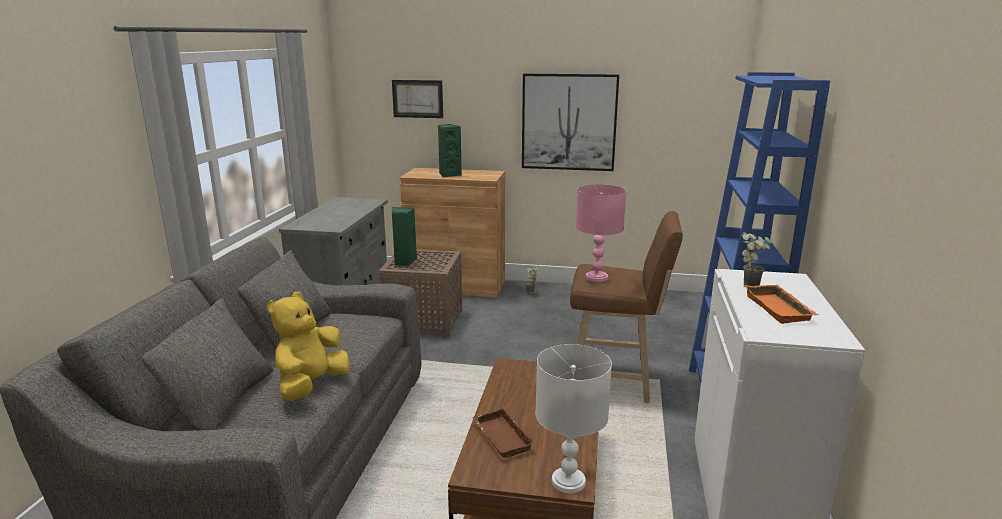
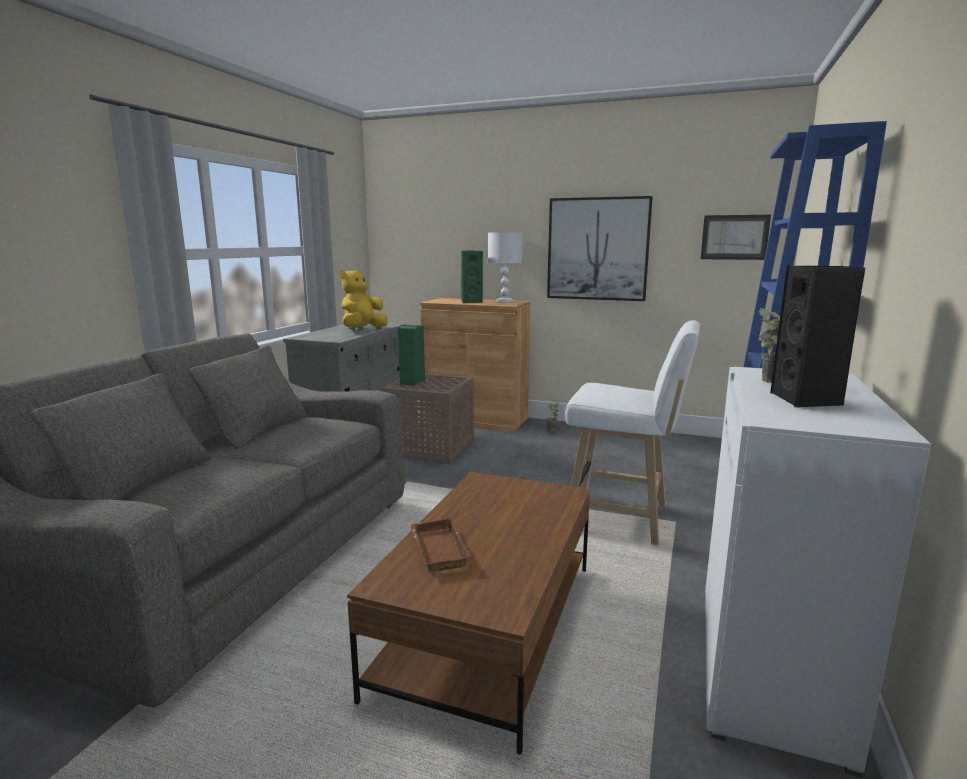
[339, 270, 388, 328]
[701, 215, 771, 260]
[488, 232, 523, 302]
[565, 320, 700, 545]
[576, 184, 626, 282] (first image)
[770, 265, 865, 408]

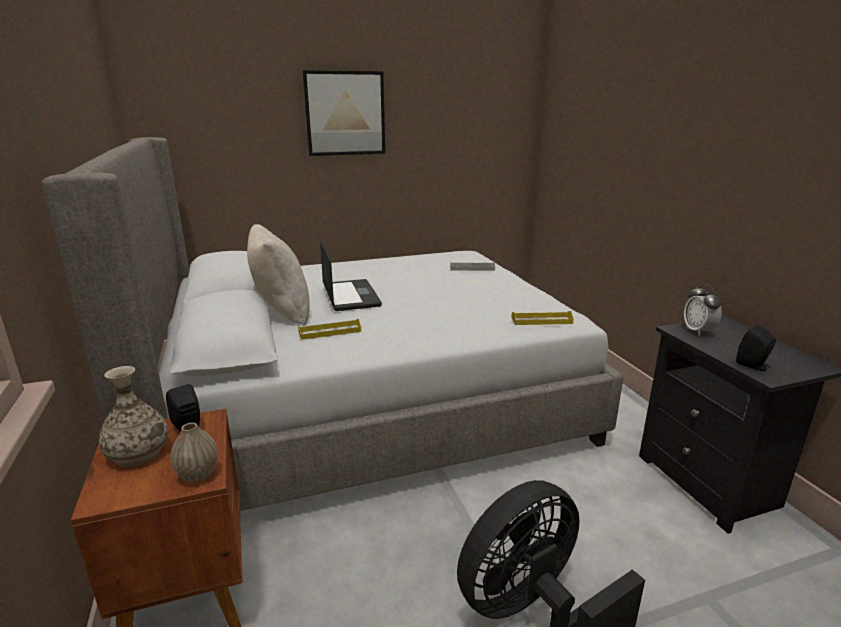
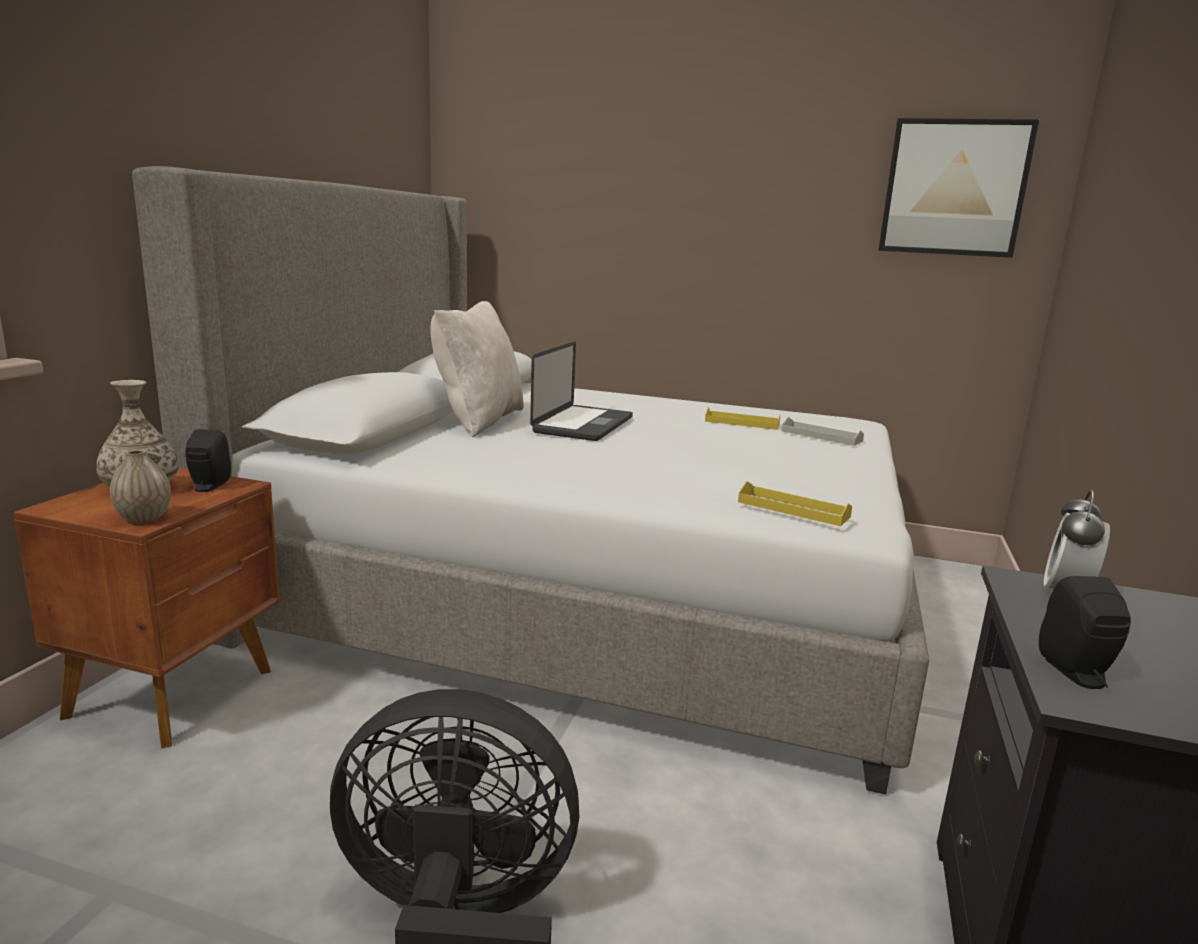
[705, 407, 780, 430]
[878, 118, 1039, 258]

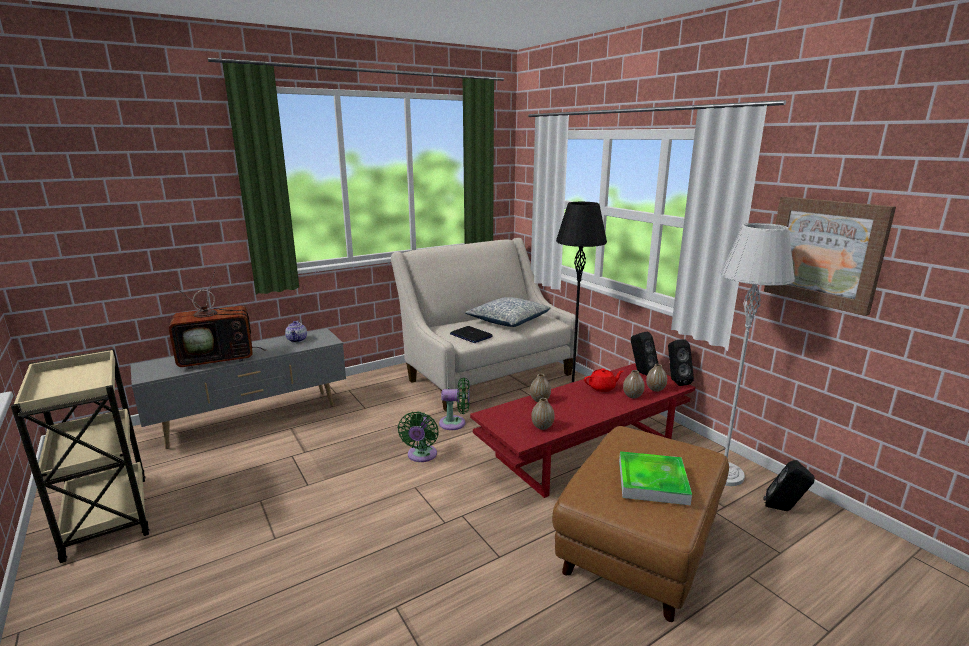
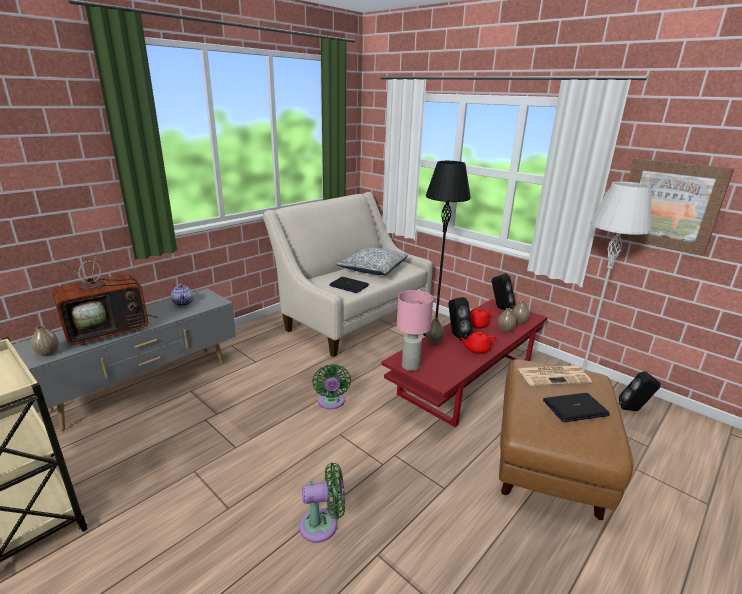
[299, 462, 345, 543]
[31, 326, 59, 356]
[543, 393, 610, 422]
[448, 297, 473, 340]
[397, 290, 433, 371]
[460, 332, 496, 354]
[518, 365, 592, 386]

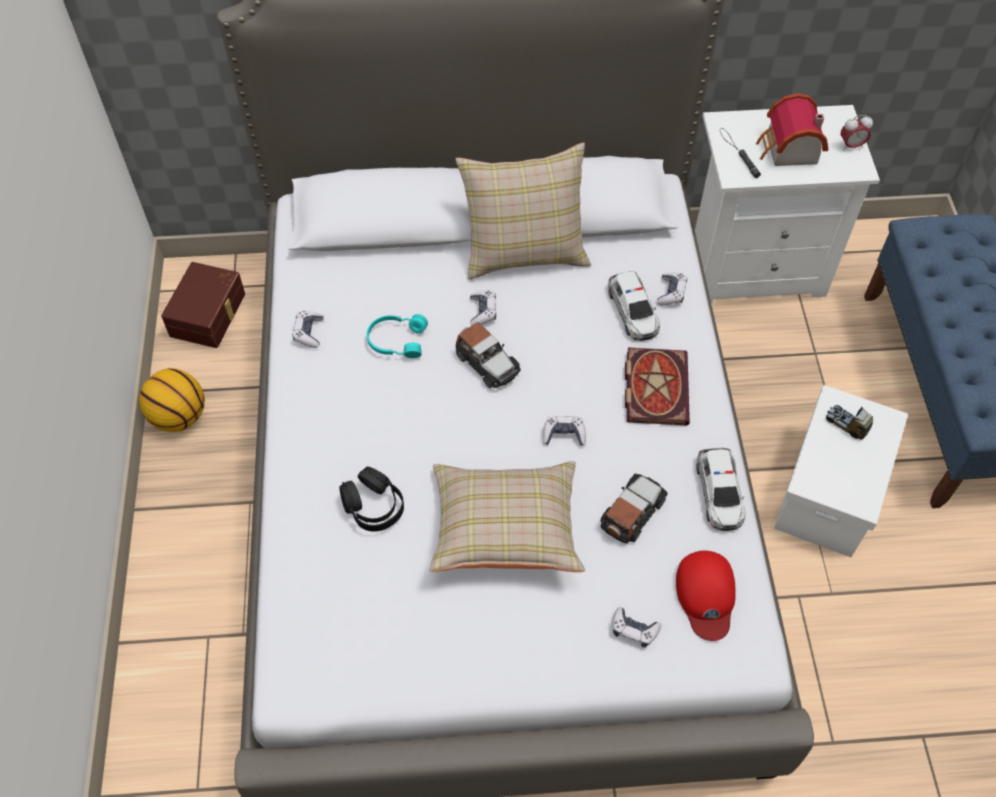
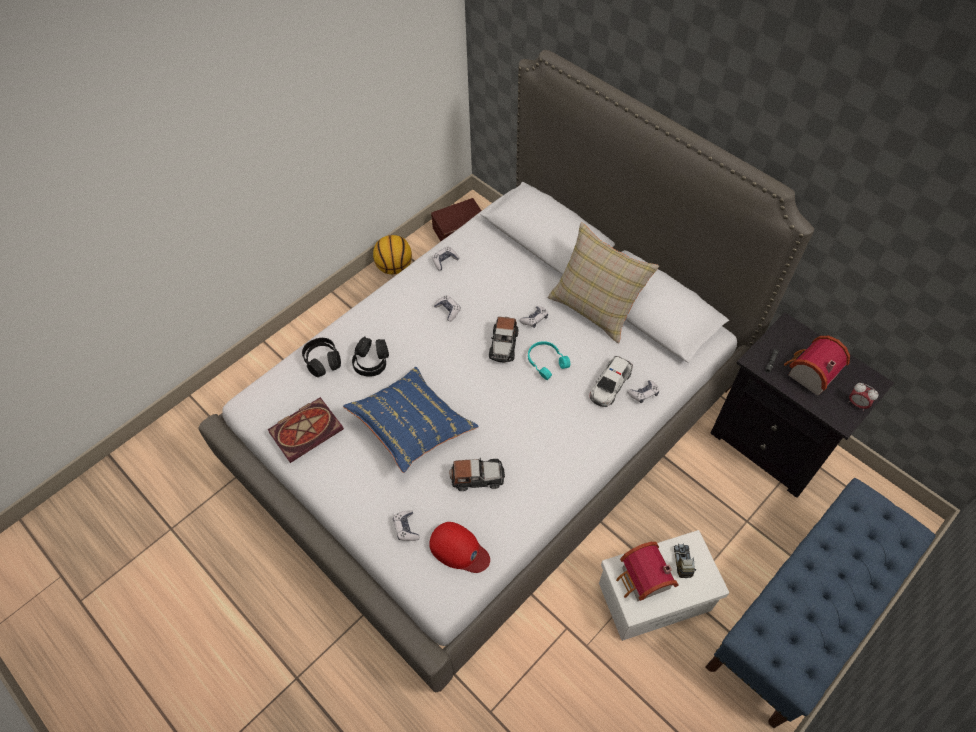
[528, 341, 570, 380]
[343, 367, 479, 473]
[433, 295, 461, 322]
[267, 397, 344, 463]
[429, 522, 490, 573]
[710, 313, 894, 498]
[696, 448, 746, 531] (first image)
[302, 338, 341, 377]
[616, 542, 679, 601]

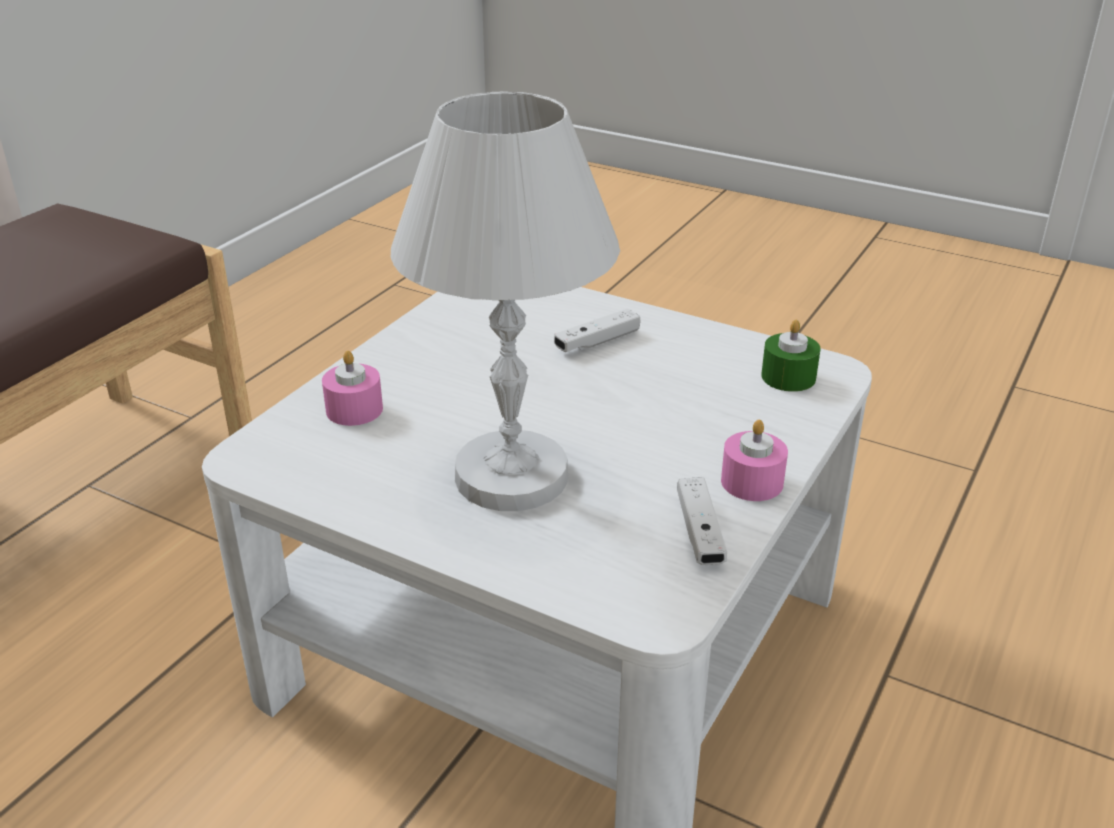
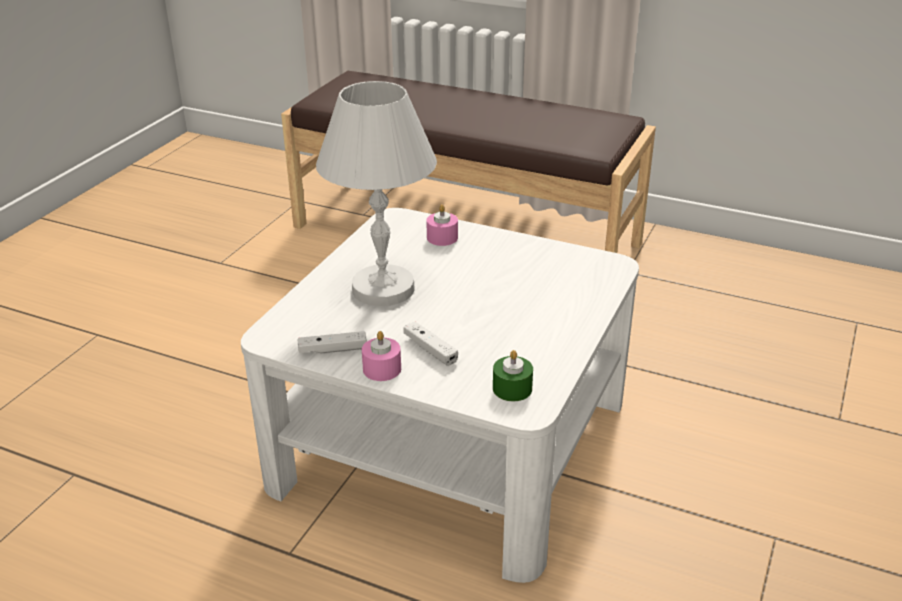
[403, 322, 458, 366]

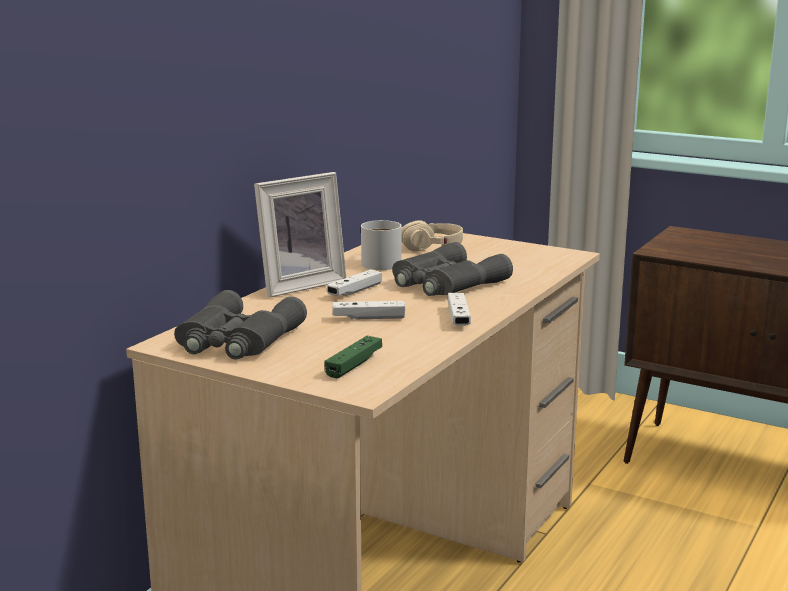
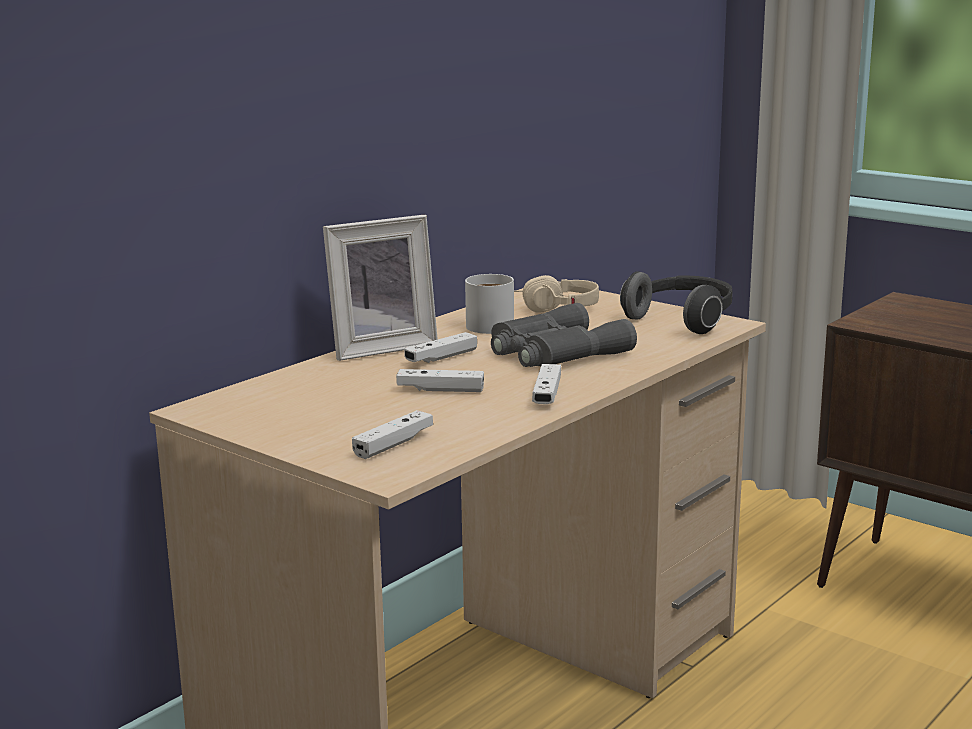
[174, 290, 307, 360] (first image)
[352, 410, 433, 459]
[620, 272, 732, 334]

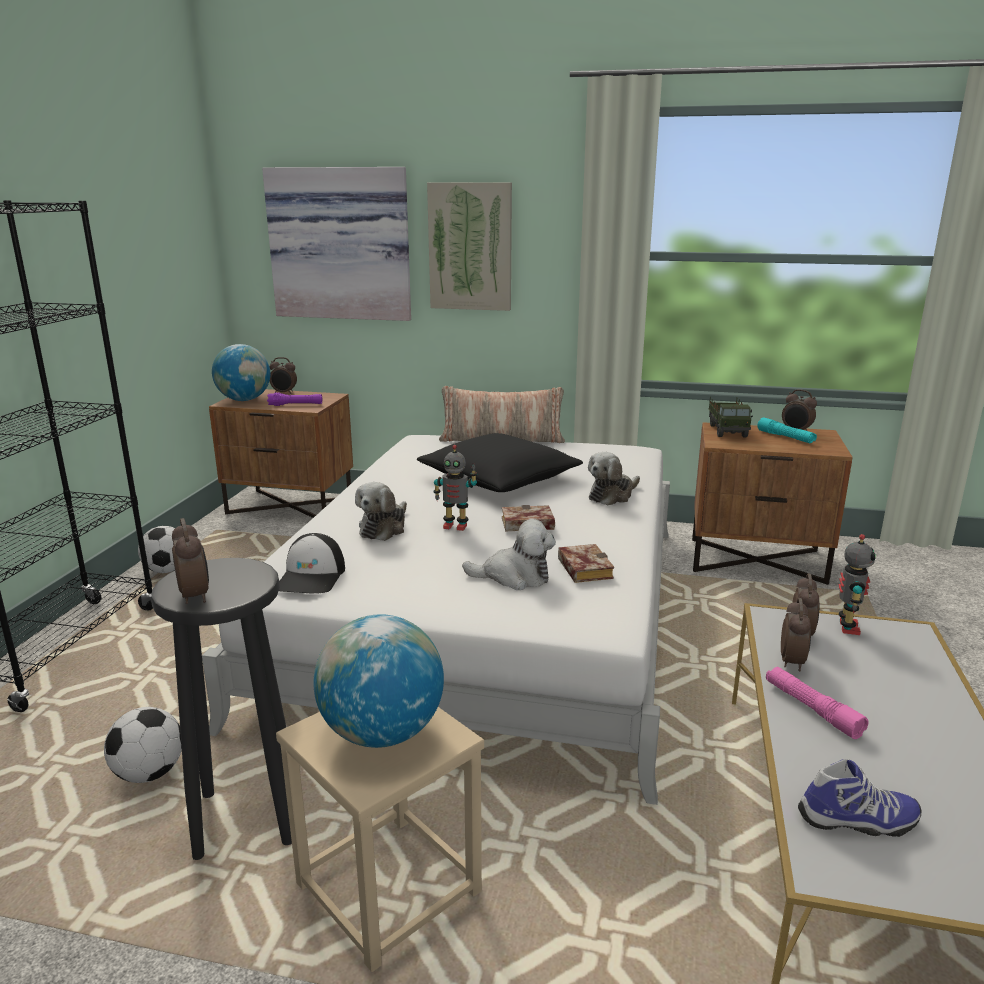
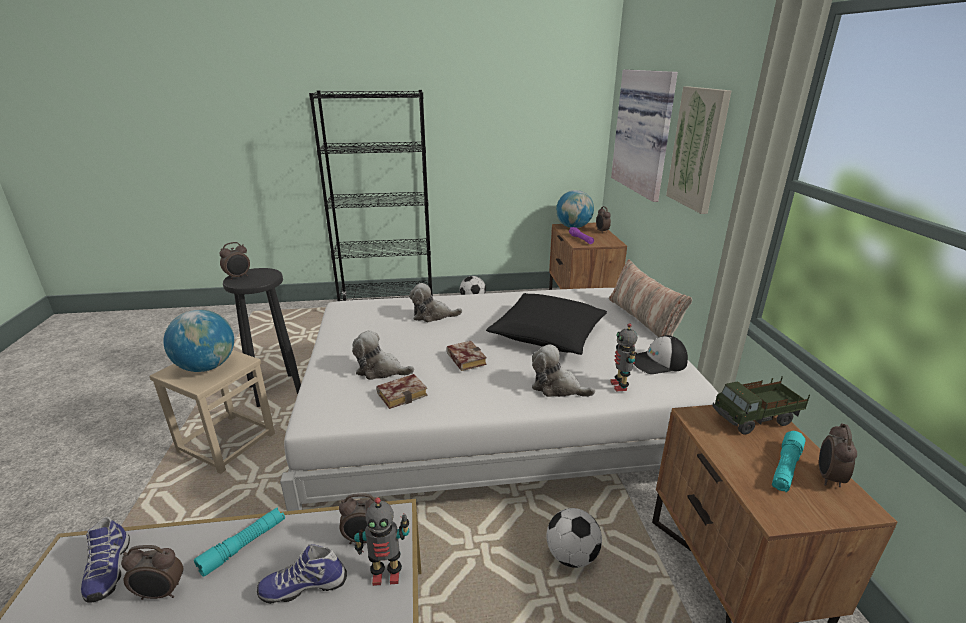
[546, 508, 602, 568]
[634, 335, 688, 374]
[610, 323, 637, 392]
[352, 331, 414, 380]
[194, 507, 285, 577]
[121, 545, 183, 600]
[257, 544, 347, 604]

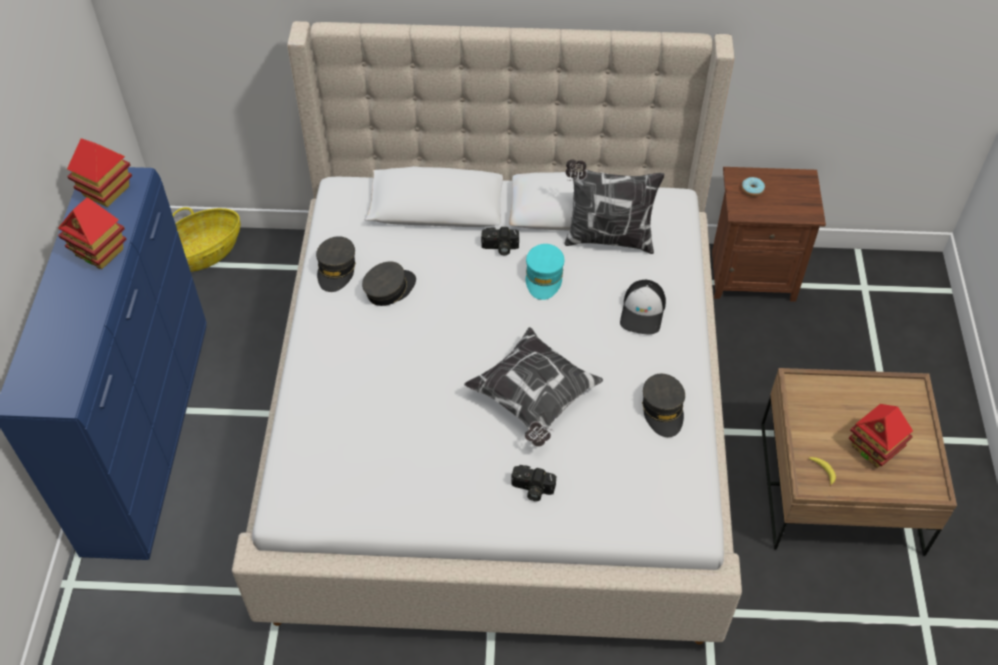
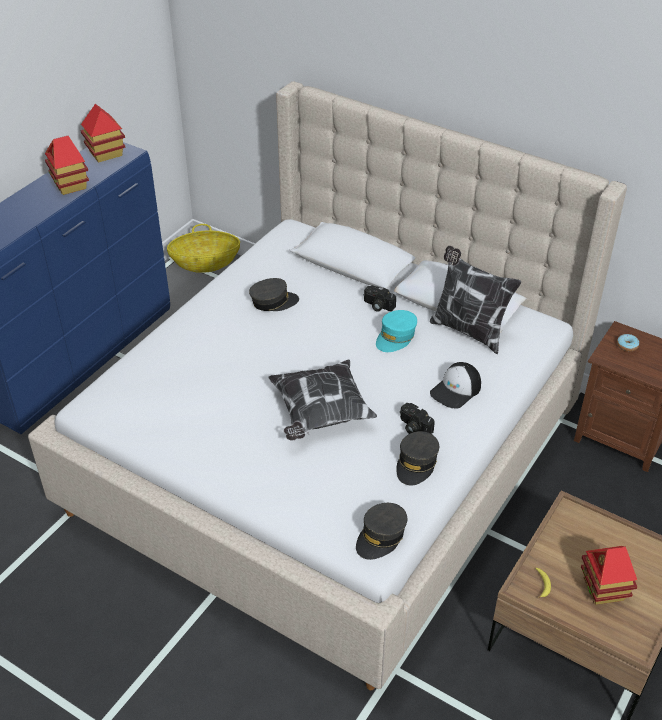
[356, 503, 407, 560]
[400, 403, 435, 434]

